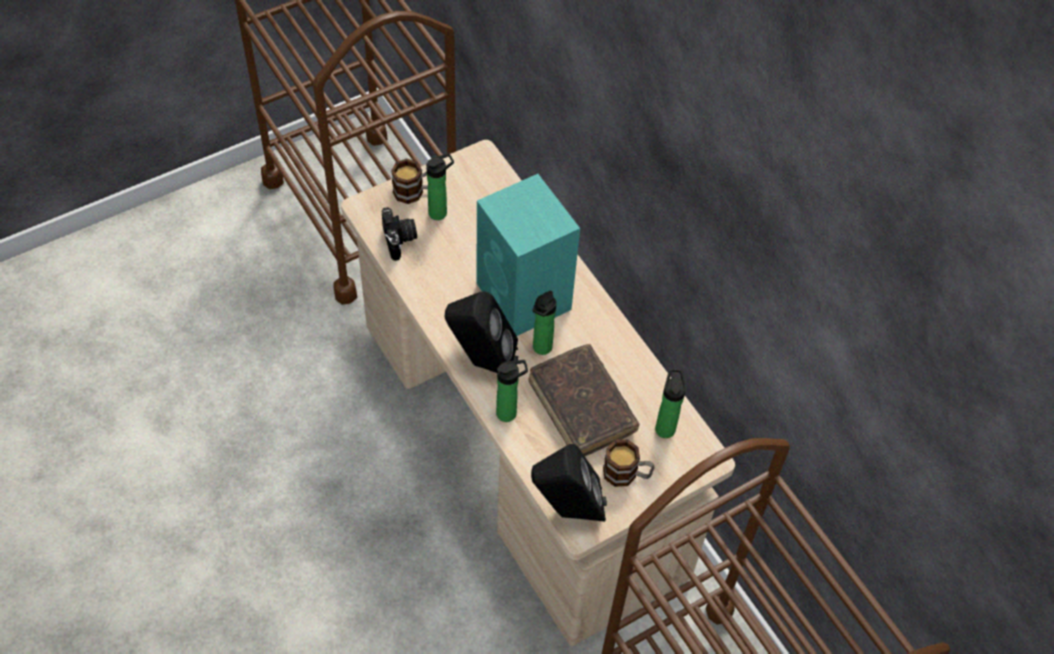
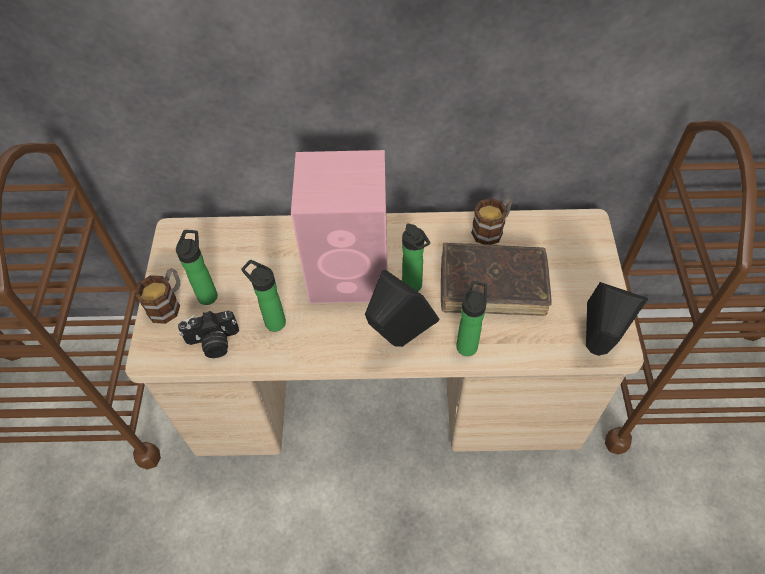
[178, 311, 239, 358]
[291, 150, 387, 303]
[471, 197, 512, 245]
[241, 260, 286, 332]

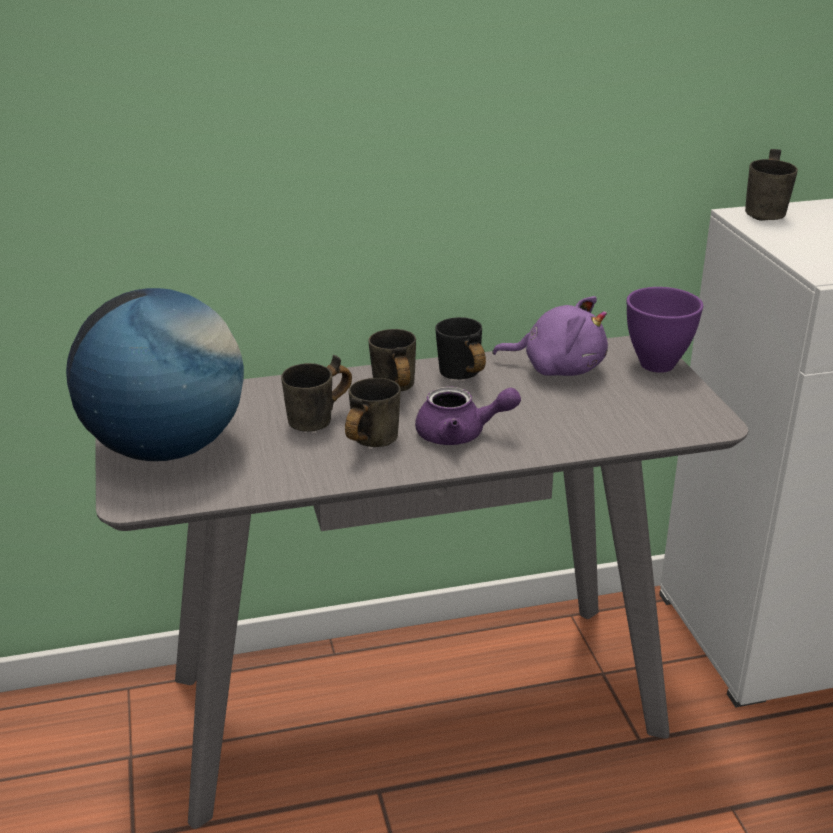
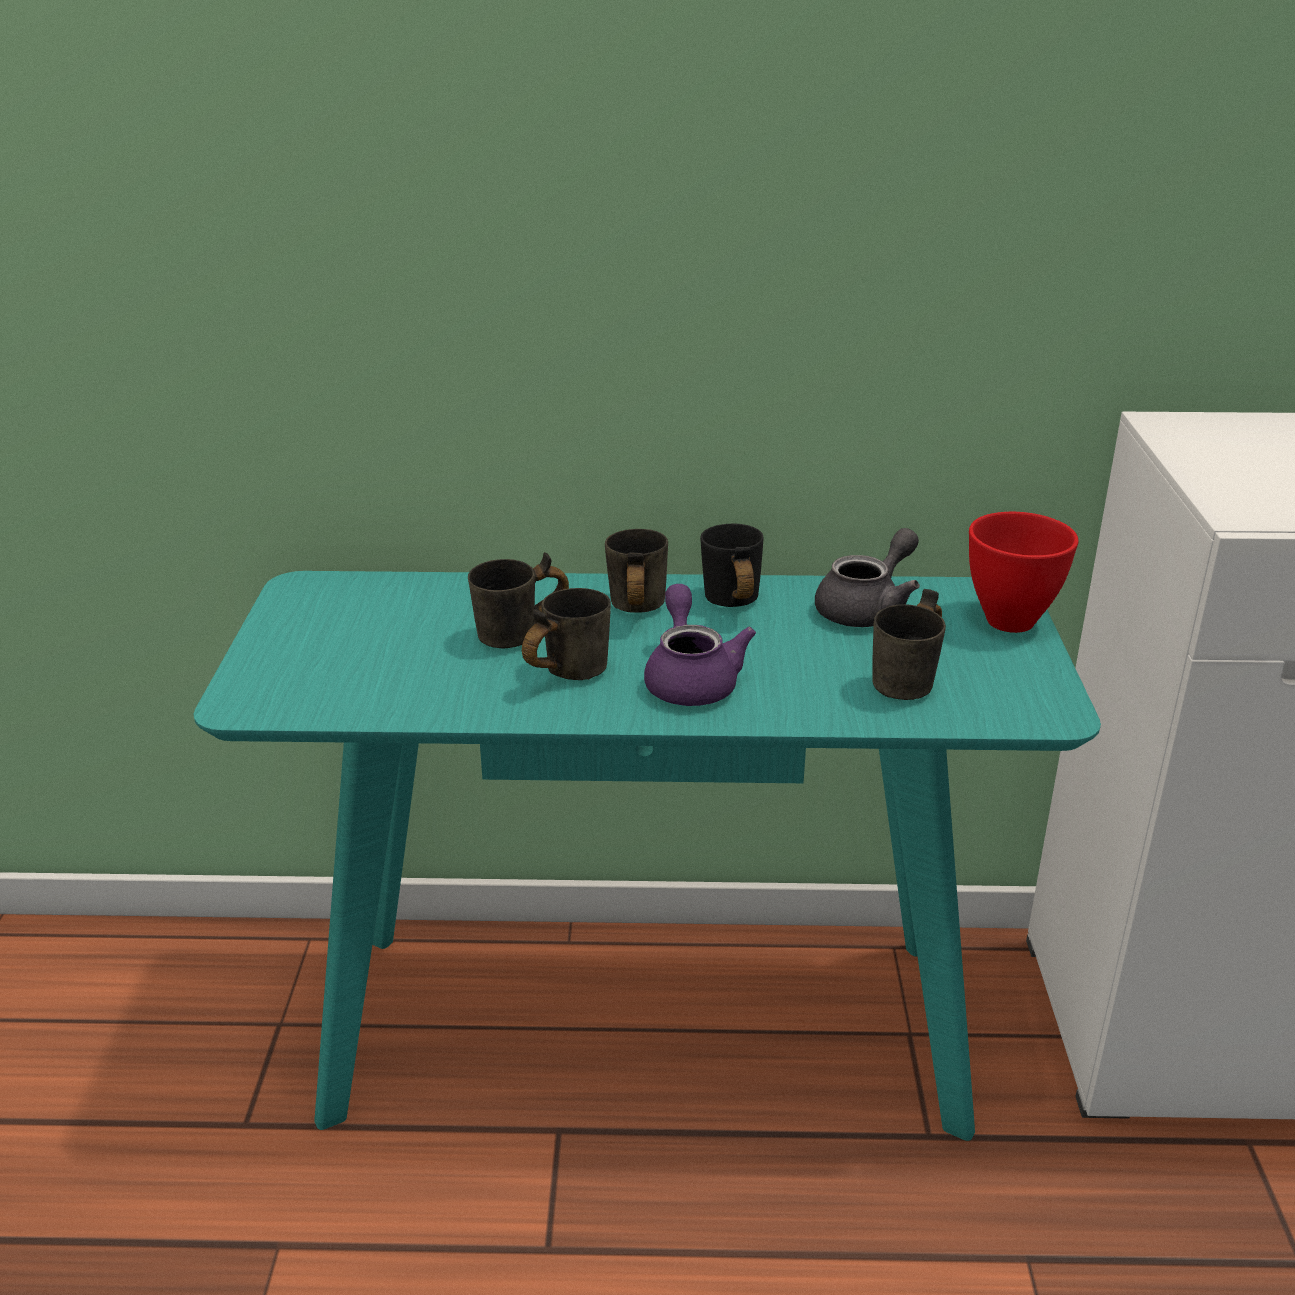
[66, 288, 244, 461] (first image)
[193, 571, 1101, 1141]
[644, 584, 756, 706]
[815, 528, 920, 627]
[969, 512, 1078, 633]
[872, 589, 946, 700]

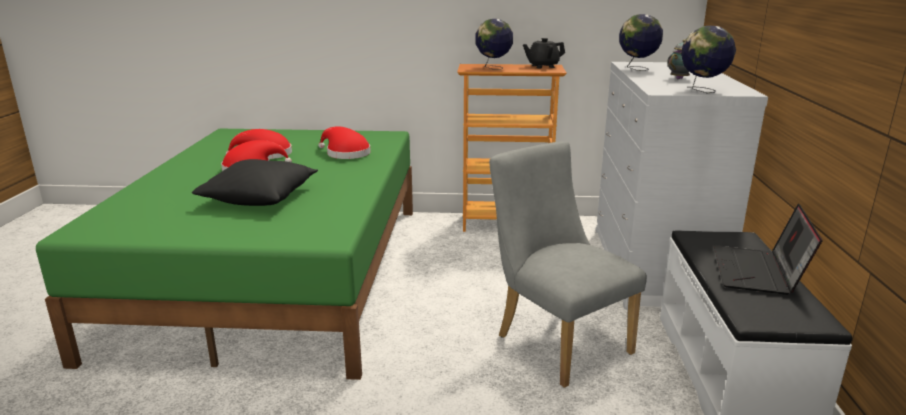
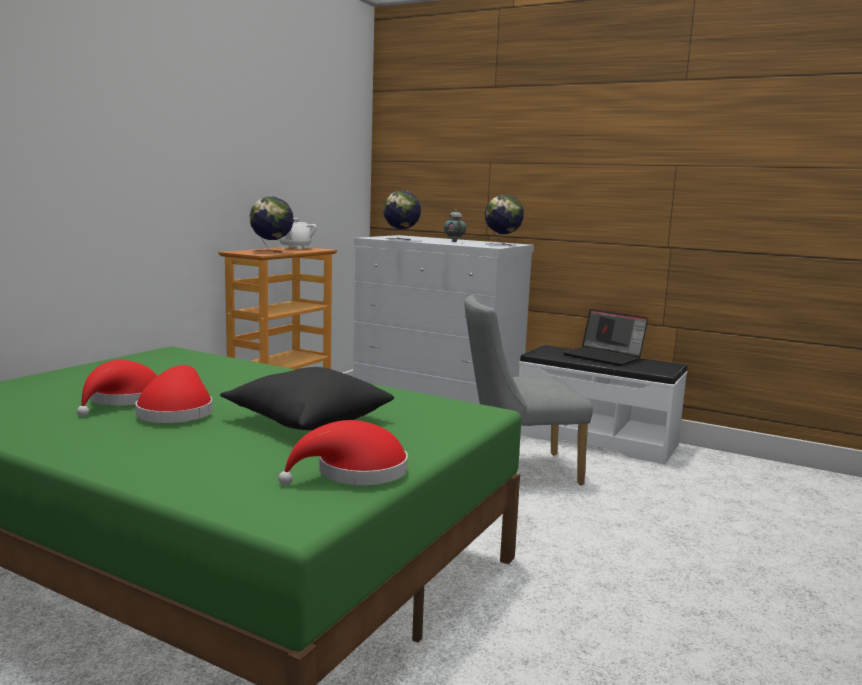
[278, 420, 408, 485]
[279, 218, 317, 249]

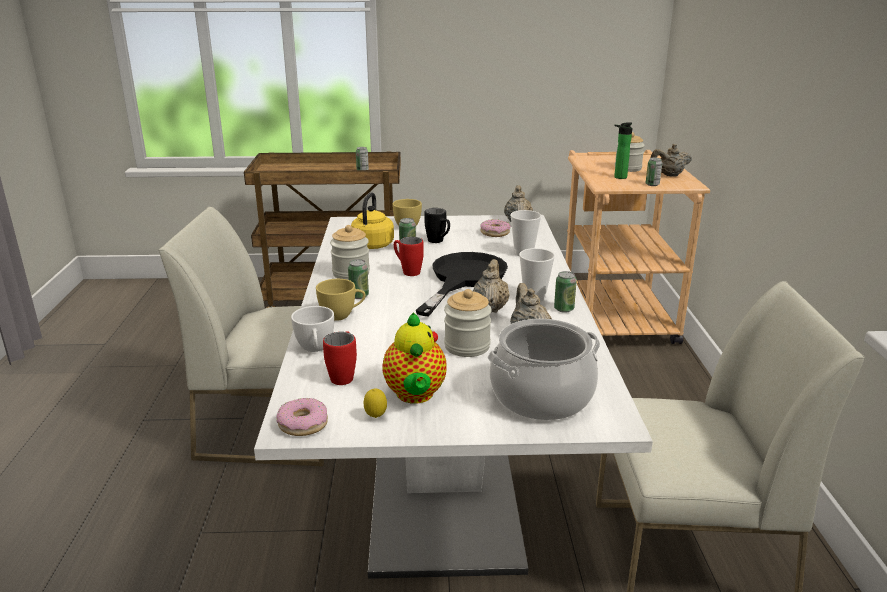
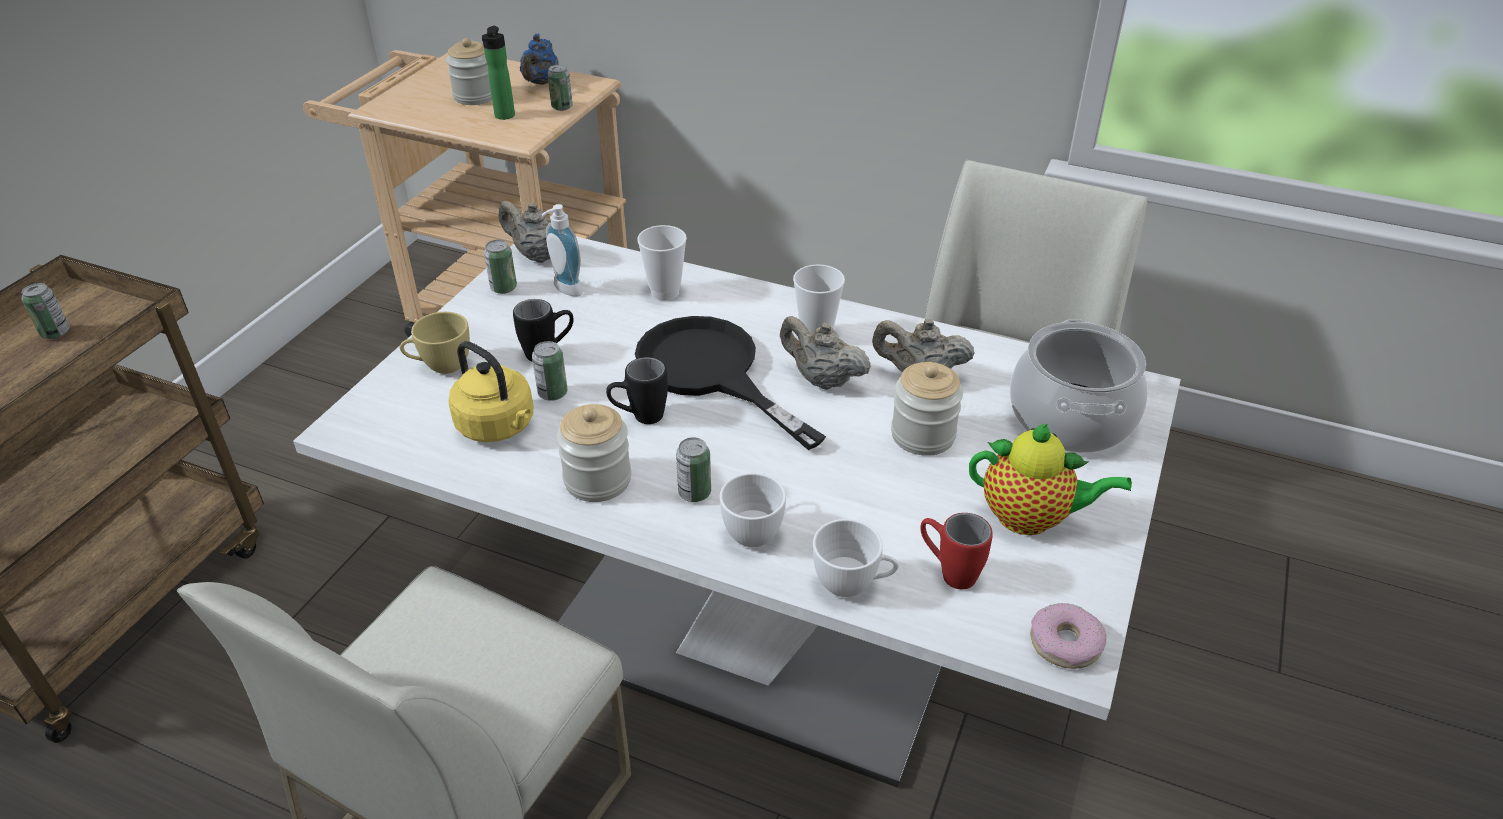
[720, 473, 786, 547]
[364, 388, 387, 418] (first image)
[606, 357, 668, 424]
[541, 204, 583, 297]
[484, 240, 517, 294]
[520, 34, 559, 85]

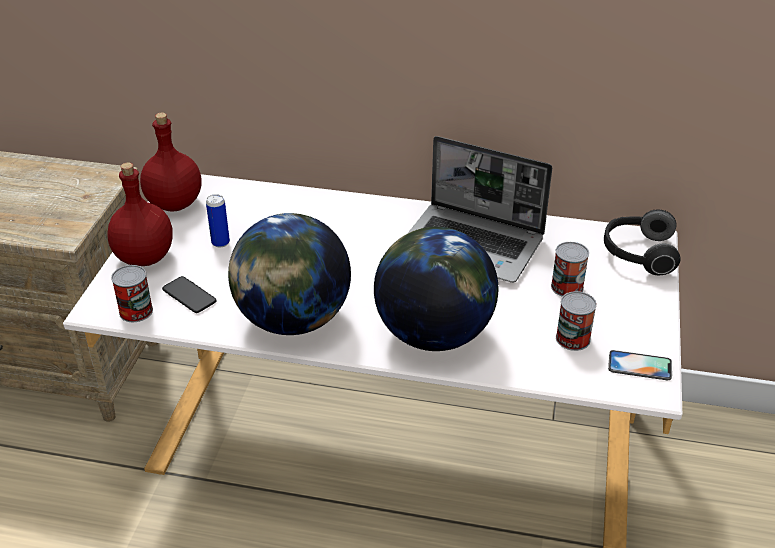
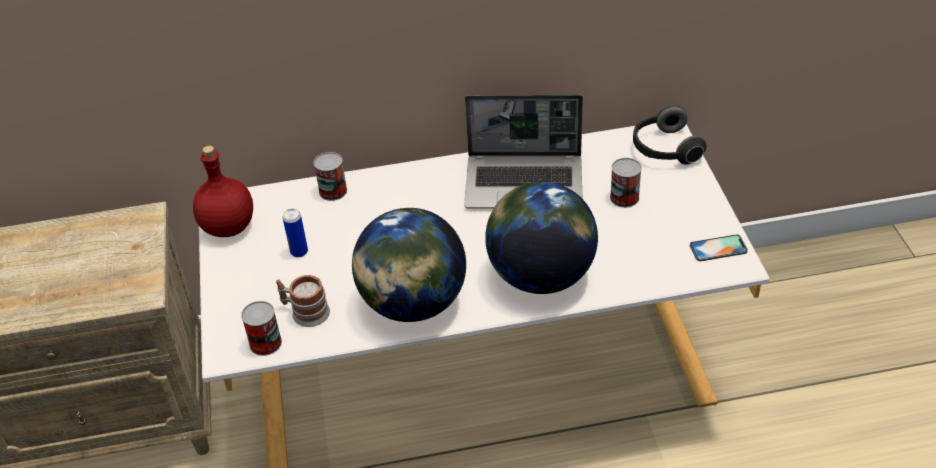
[107, 162, 173, 266] (first image)
[276, 275, 330, 327]
[314, 152, 347, 201]

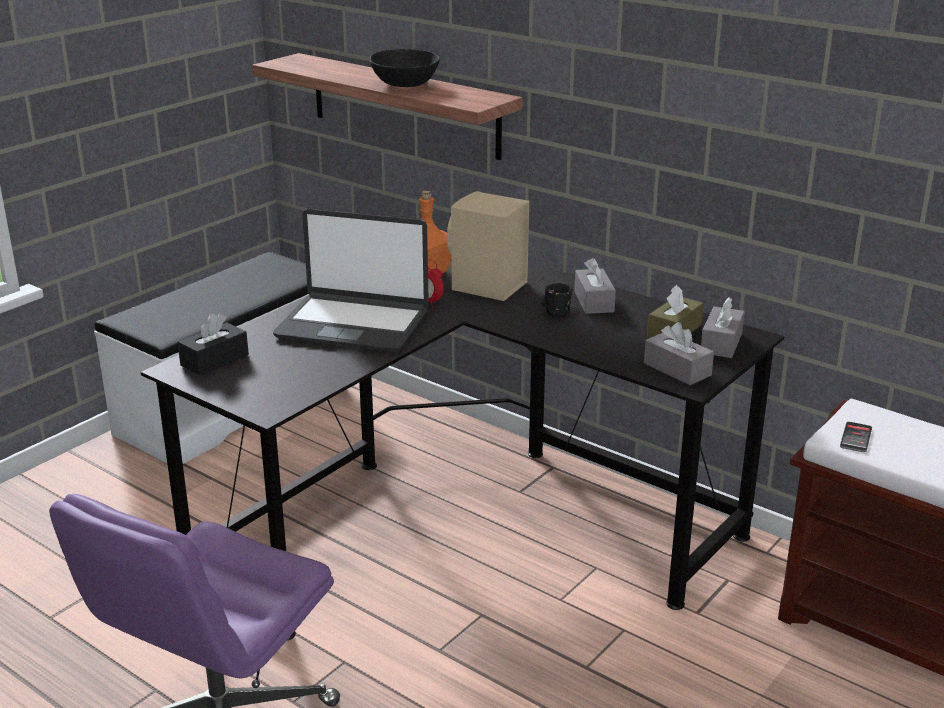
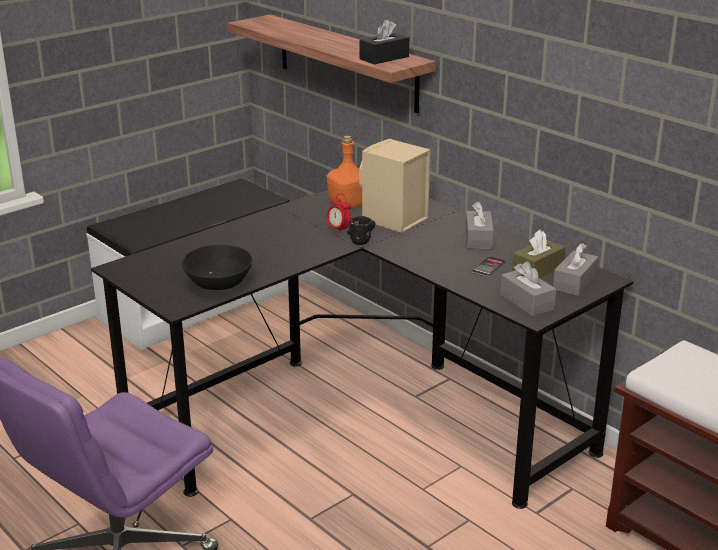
[360, 20, 409, 64]
[273, 209, 429, 352] (first image)
[182, 245, 252, 290]
[347, 216, 376, 245]
[471, 256, 506, 277]

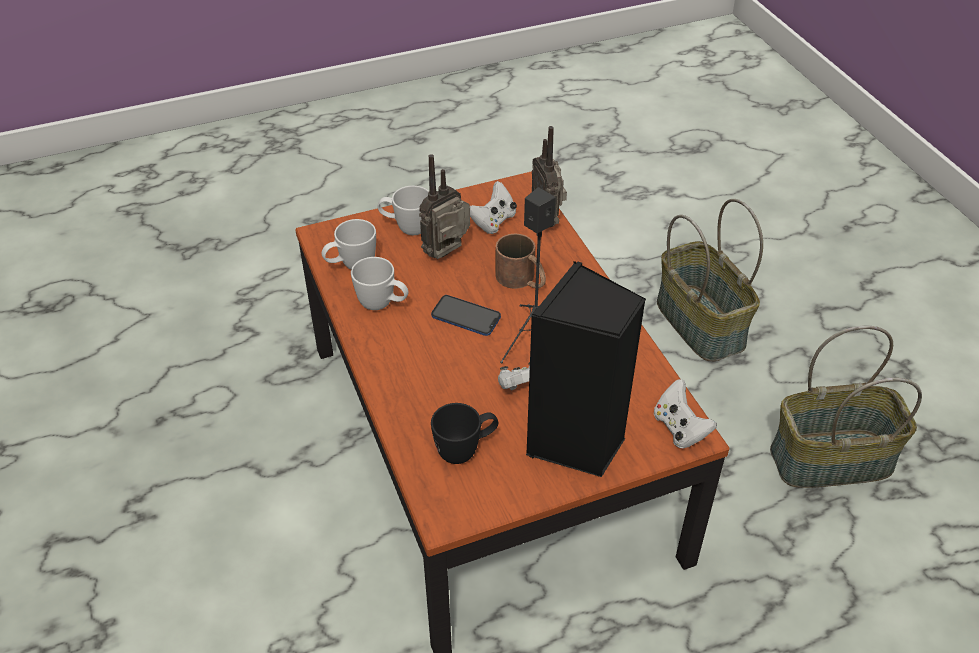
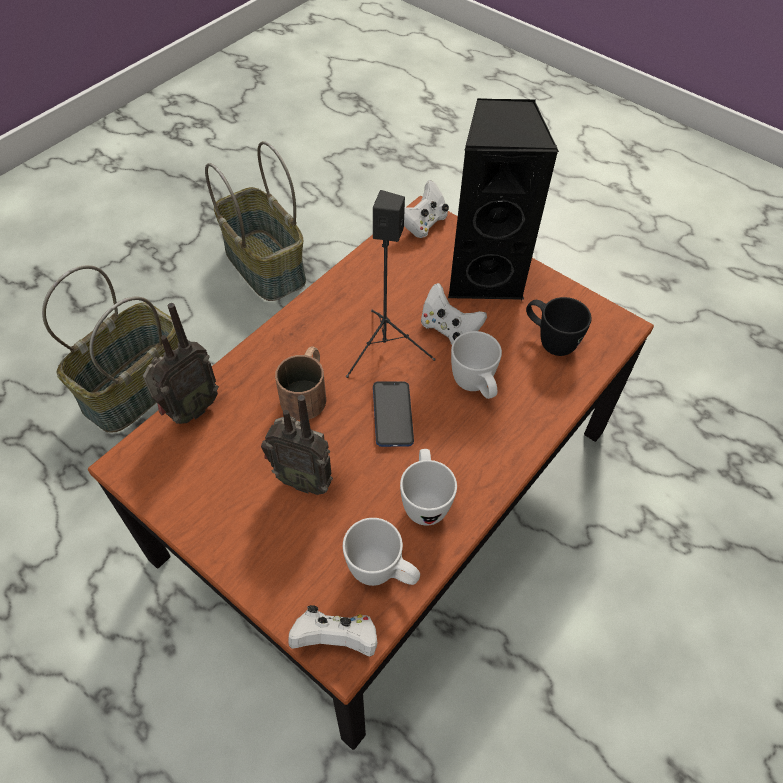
[451, 331, 502, 399]
[288, 605, 377, 657]

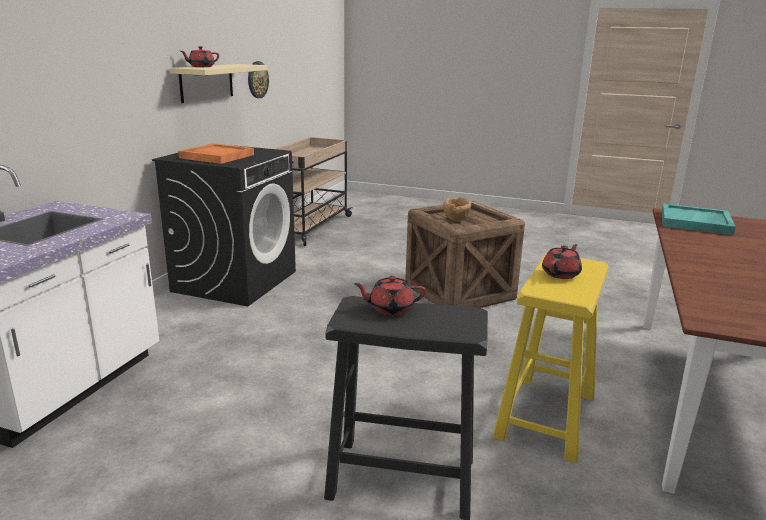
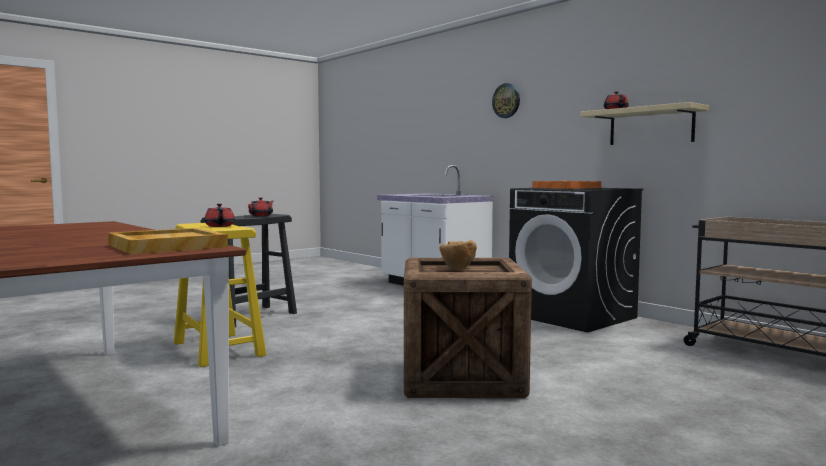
[492, 83, 520, 118]
[108, 228, 228, 254]

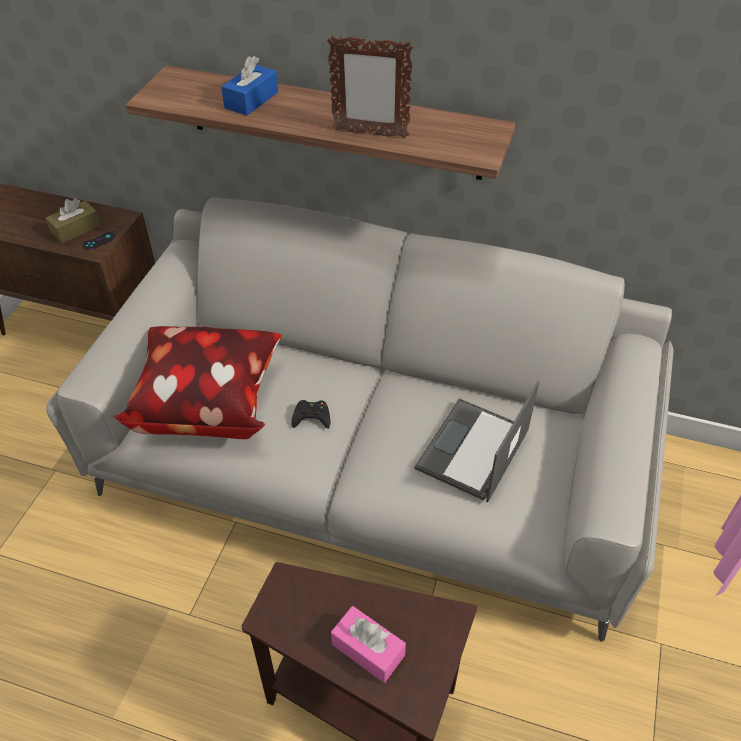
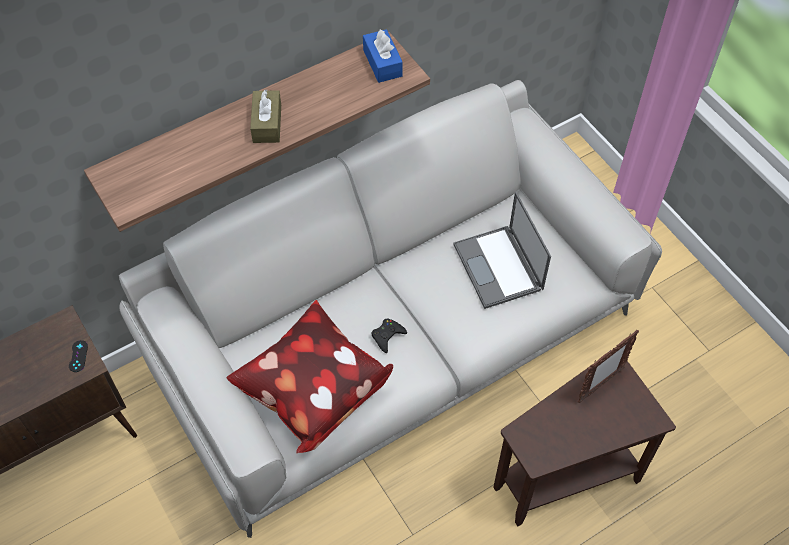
[250, 90, 281, 143]
[363, 29, 403, 83]
[577, 330, 639, 403]
[331, 606, 406, 683] (first image)

